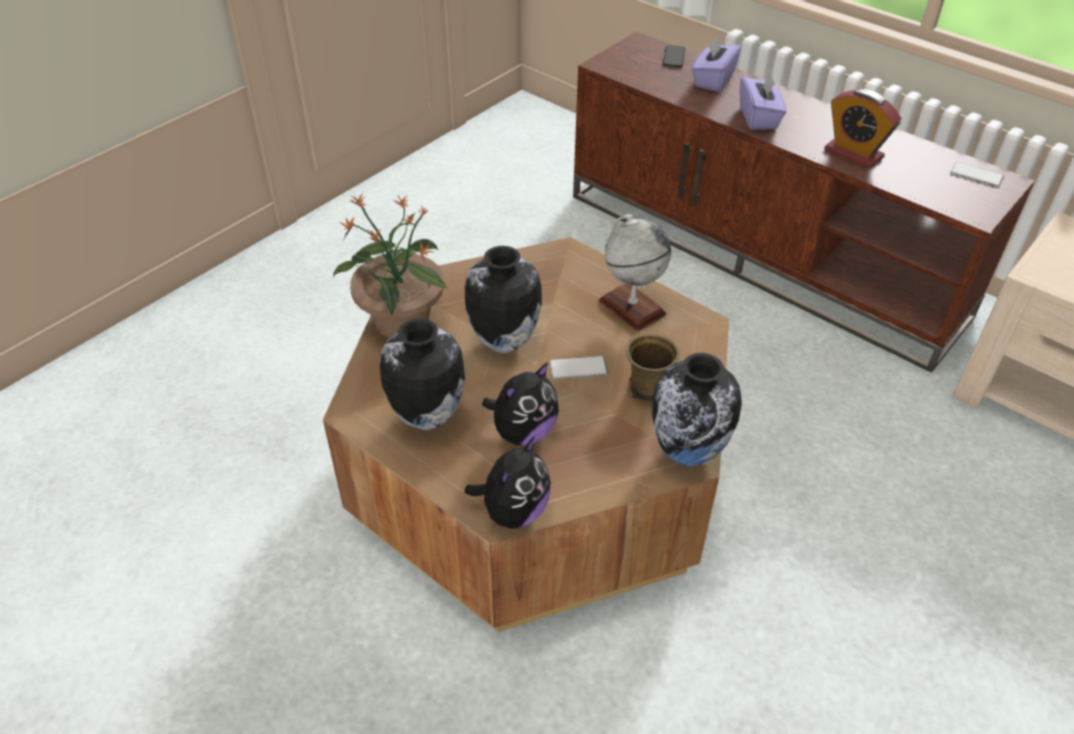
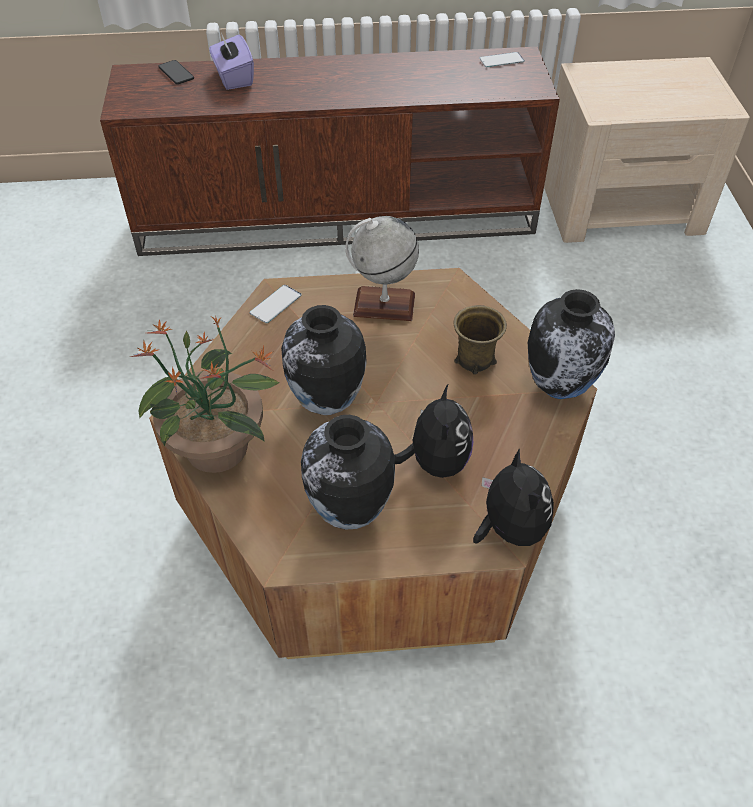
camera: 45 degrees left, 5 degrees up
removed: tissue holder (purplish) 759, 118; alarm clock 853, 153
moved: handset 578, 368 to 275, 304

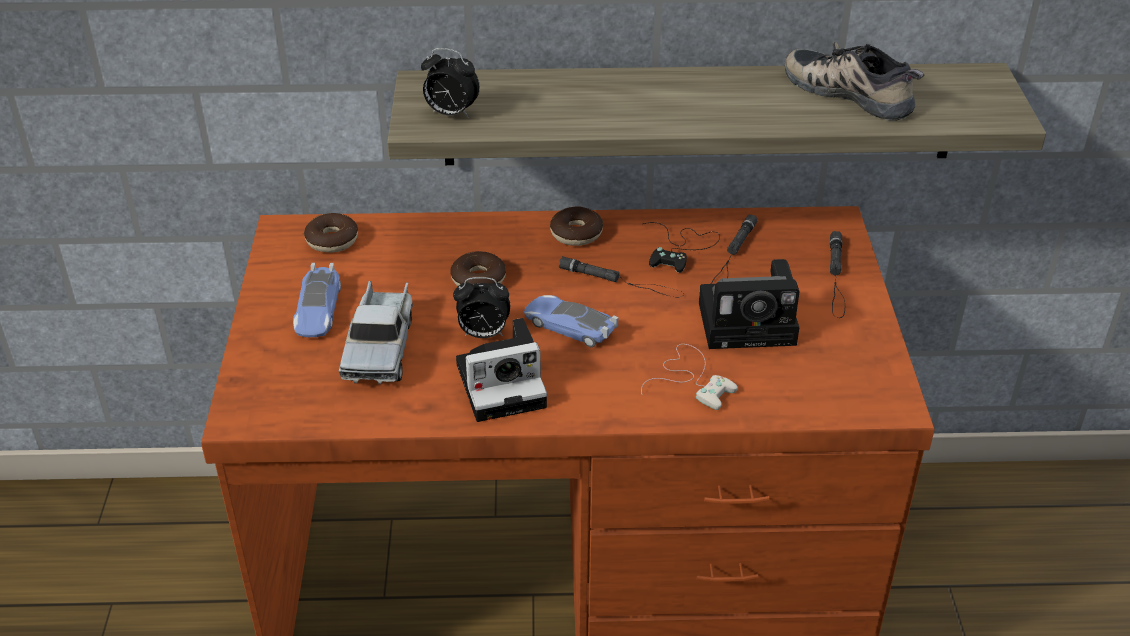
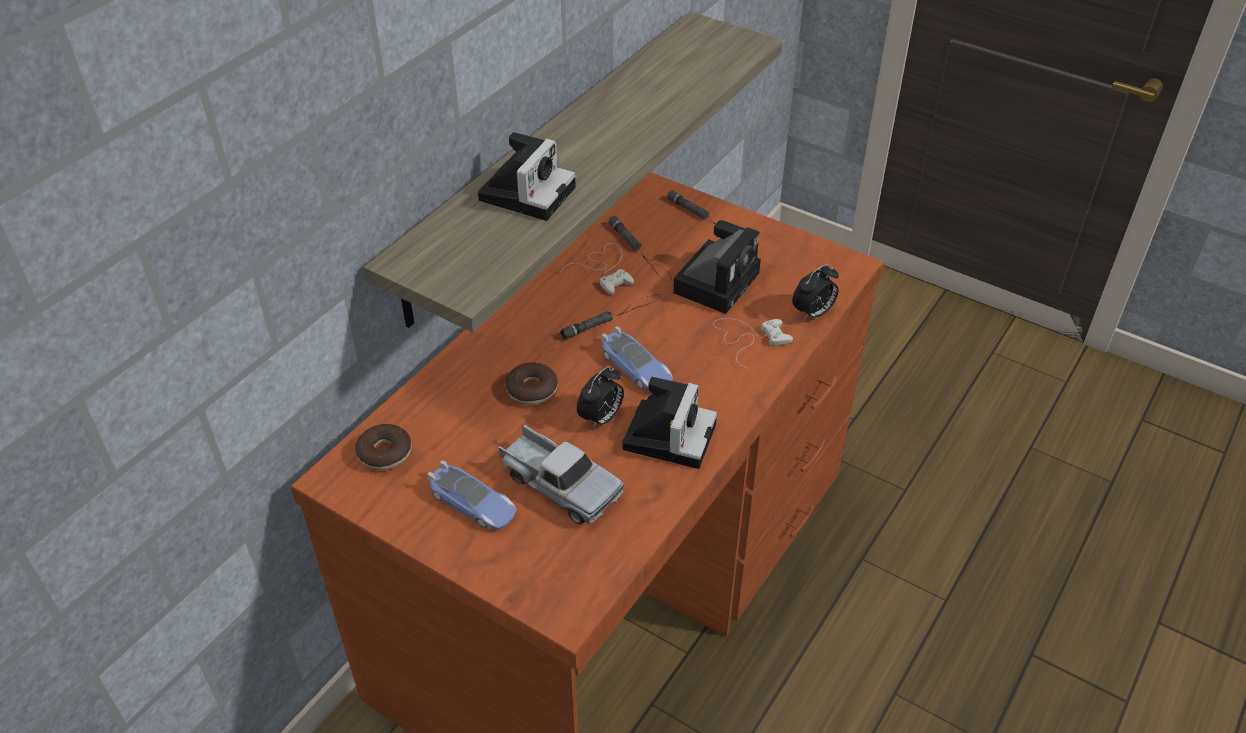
camera: 55 degrees left, 5 degrees up
removed: donut 576, 233; low shoe 851, 92
added: photo camera 527, 191
moved: alarm clock 450, 114 to 813, 313
recoloured: gamepad (black-coloured) 681, 248 to gamepad (whitish) 605, 269
turned: toy car 569, 326 = 636, 368 105 degrees counterclockwise

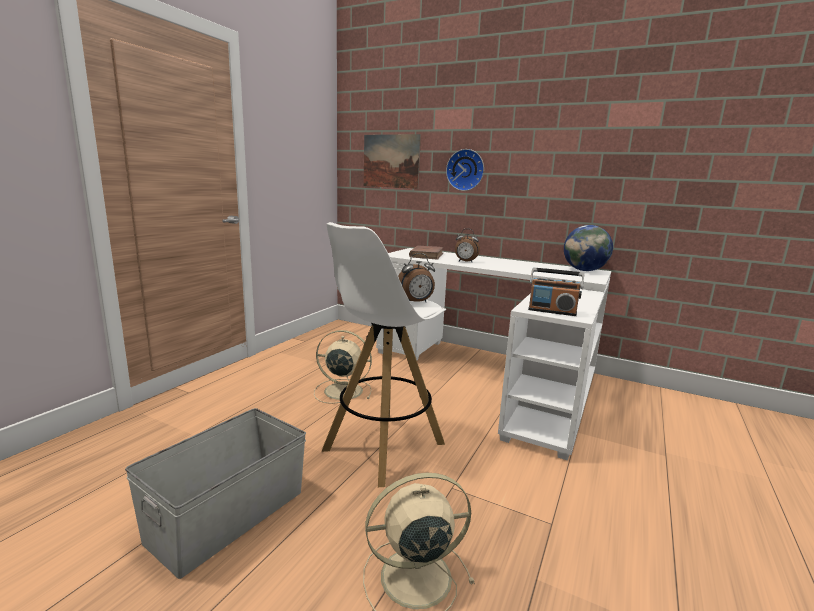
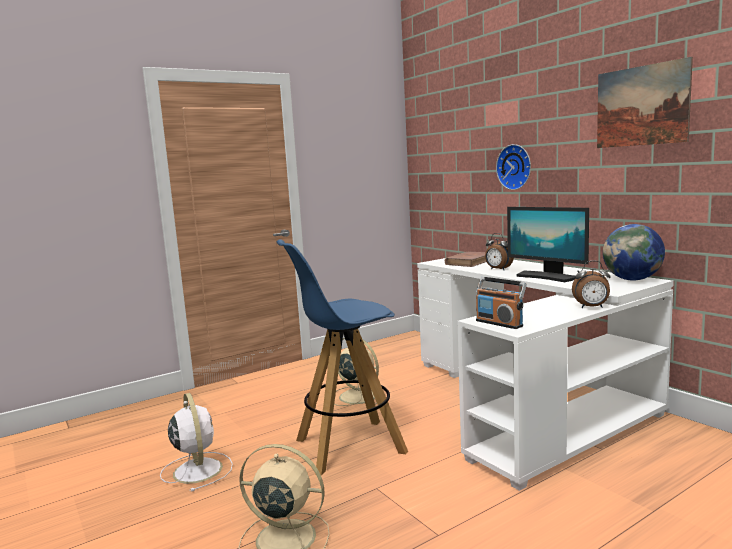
camera: 30 degrees right, 5 degrees down
added: computer screen 547, 277
moved: wall art 391, 161 to 641, 106; alarm clock 416, 302 to 591, 307
replaced: storage bin (gray) 226, 515 to electric fan (whitish) 197, 469
recoloured: stool (whitish) 383, 447 to stool (bluish) 348, 446

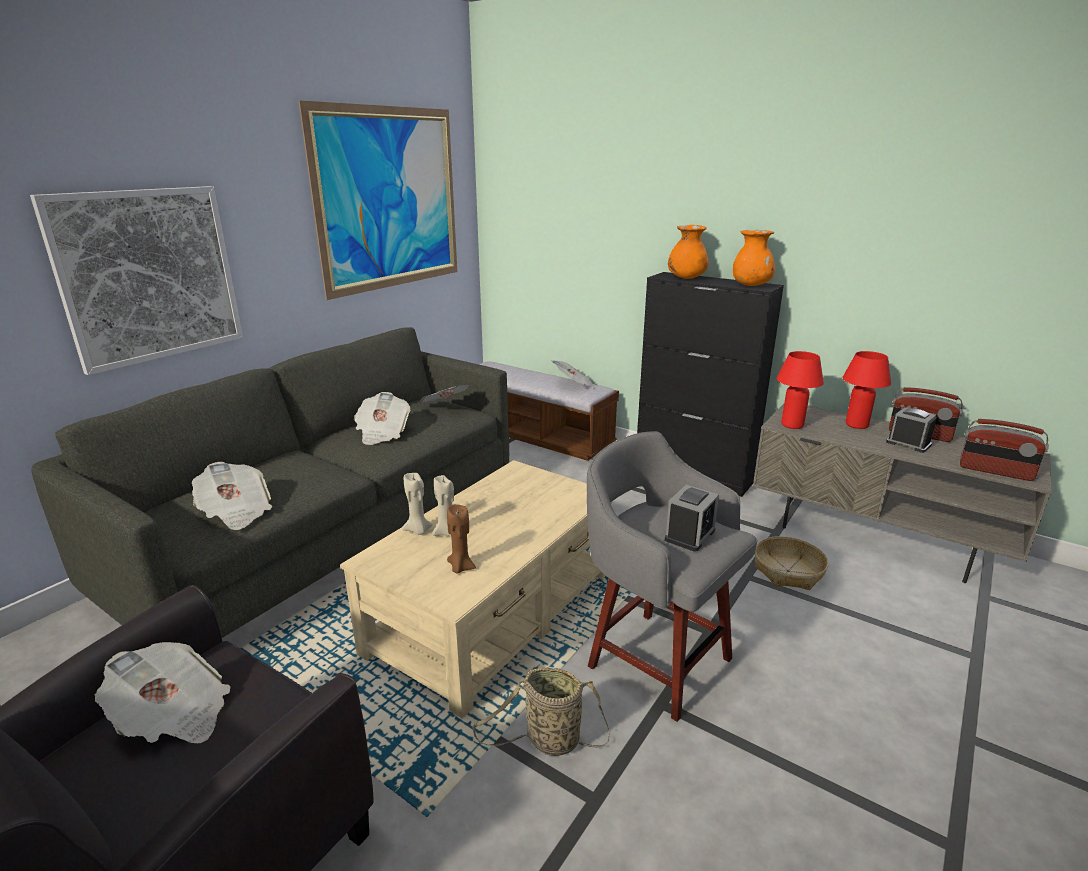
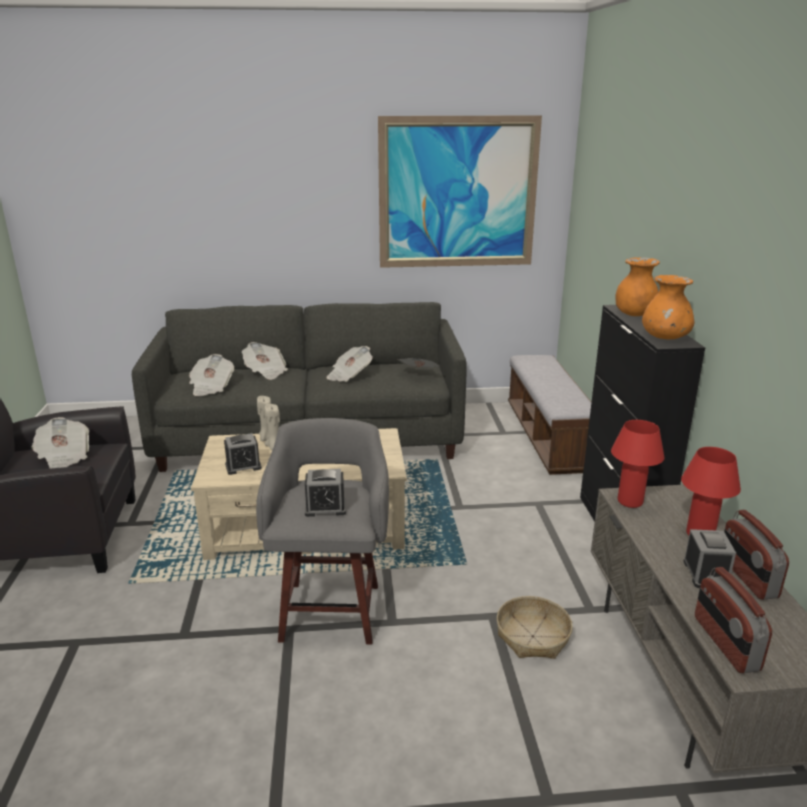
camera: 50 degrees right, 0 degrees up
removed: wall art 149, 276; basket 549, 741
moved: daily paper 574, 385 to 265, 372
replaced: wax light (brownish) 460, 567 to alarm clock 243, 466

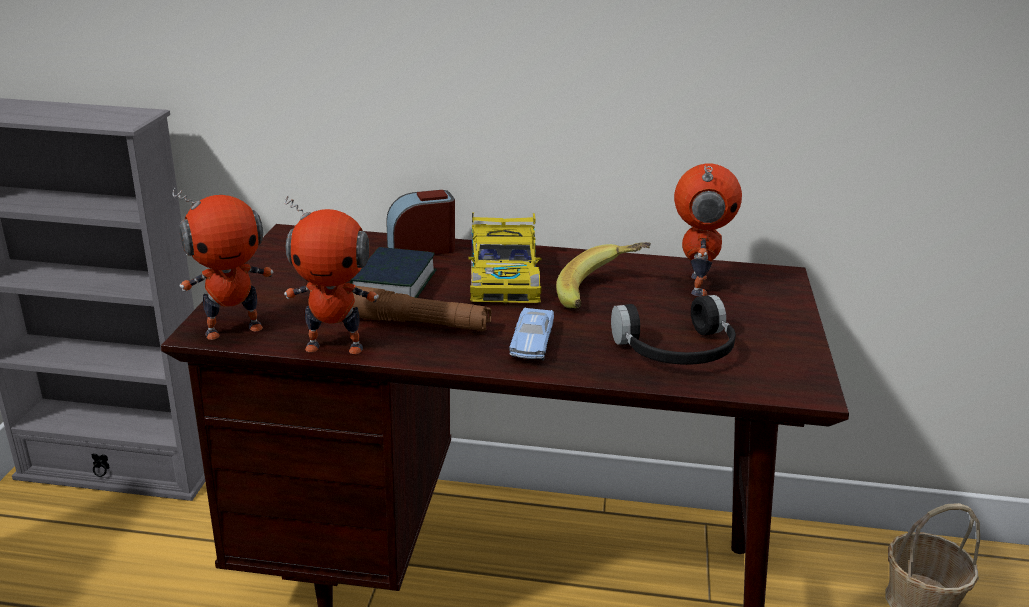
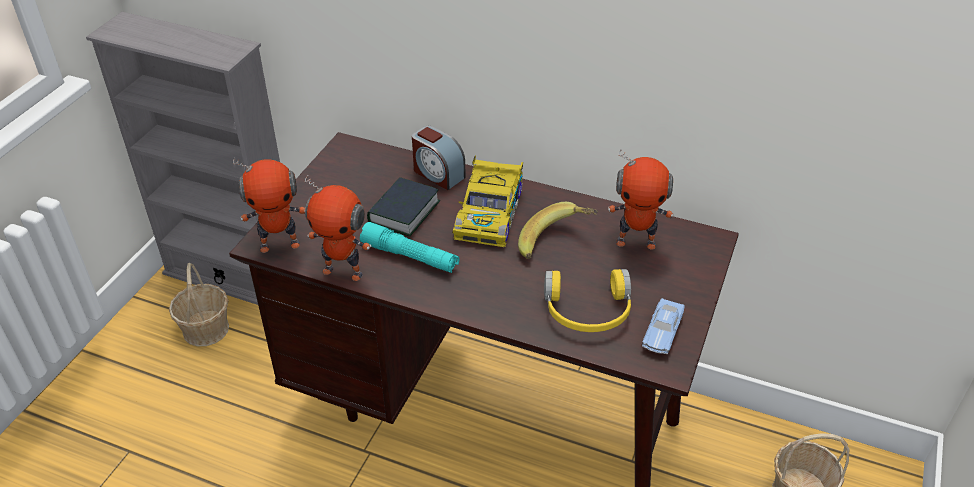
camera: 15 degrees right, 15 degrees up
added: basket 206, 329
moved: toy car (bluish) 532, 343 to 662, 332
recoloured: flashlight (brownish) 420, 324 to flashlight (turquoise-coloured) 410, 256; headphones (black-coloured) 677, 351 to headphones (yellowish) 587, 311
turned: alarm clock 421, 248 = 438, 174 135 degrees counterclockwise; model robot 695, 284 = 636, 242 75 degrees clockwise

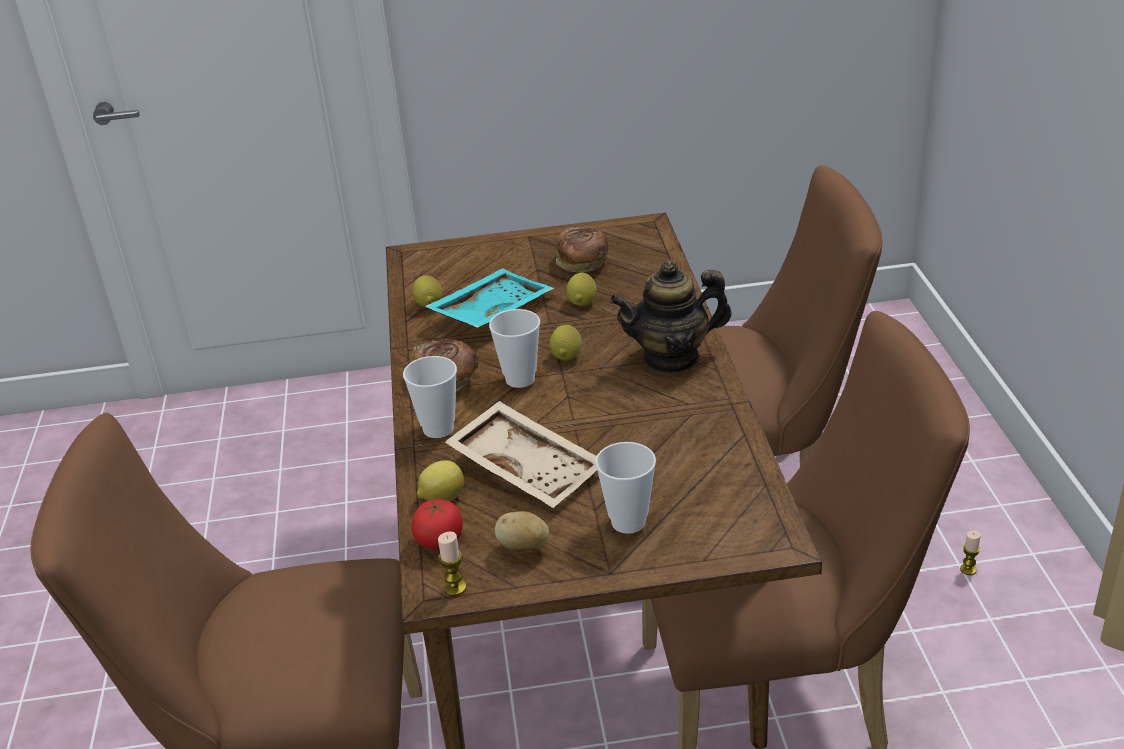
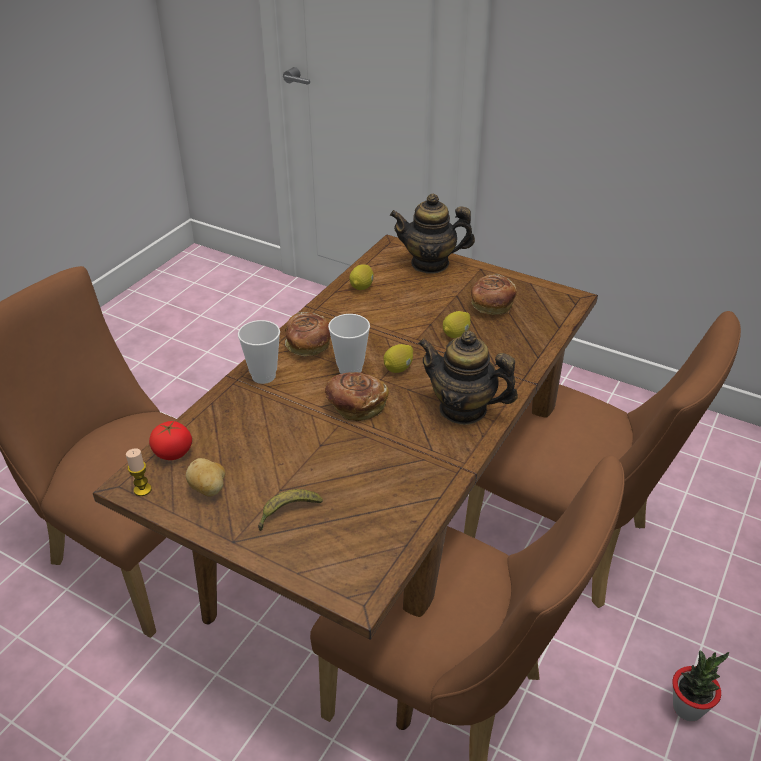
camera: 35 degrees right, 5 degrees up
removed: lemon 442, 498; serving tray (turquoise-coloured) 490, 311; serving tray (beige-coloured) 528, 467
added: bakery bread 355, 406; teapot 430, 263
replaced: cup 628, 522 to banana 287, 512; wax light 968, 569 to potted plant 687, 708

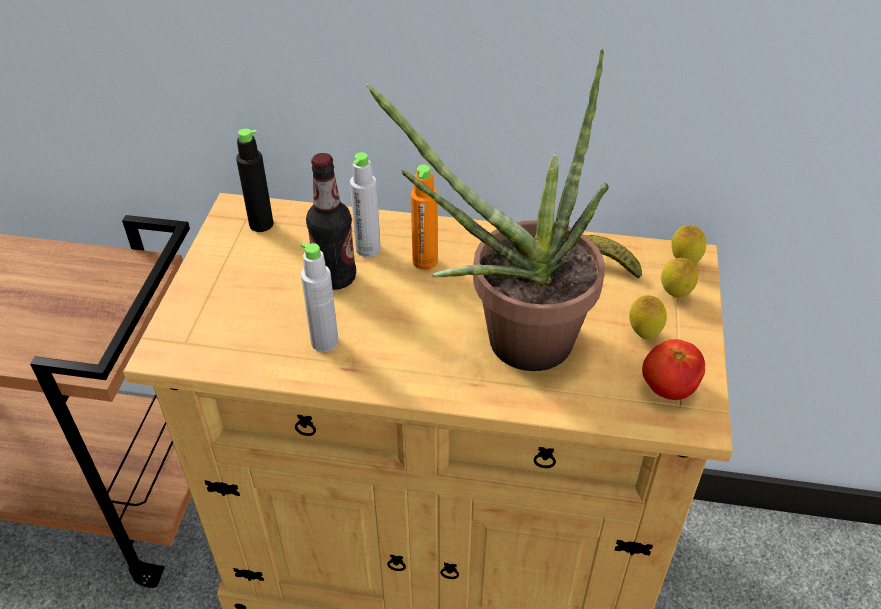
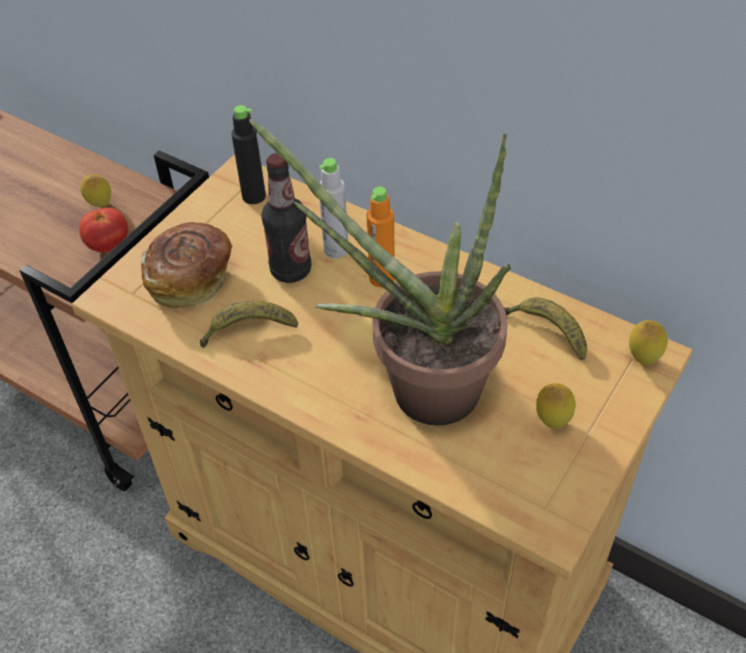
camera: 25 degrees right, 5 degrees up
added: bakery bread 191, 279
moved: tomato 668, 388 to 109, 245; lemon 674, 295 to 100, 205
replaced: bottle (gray) 324, 342 to banana 248, 330

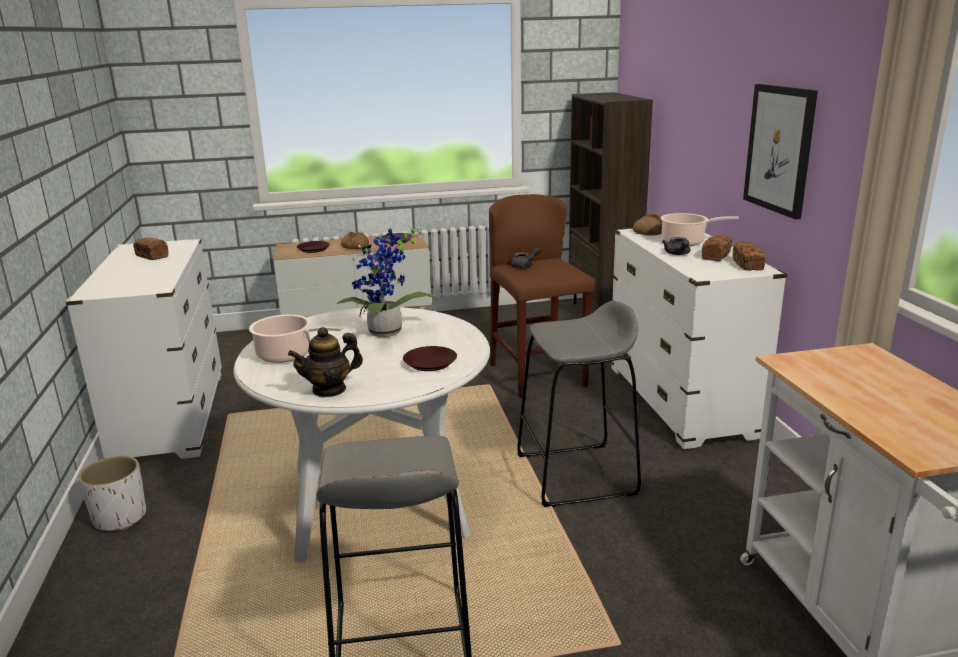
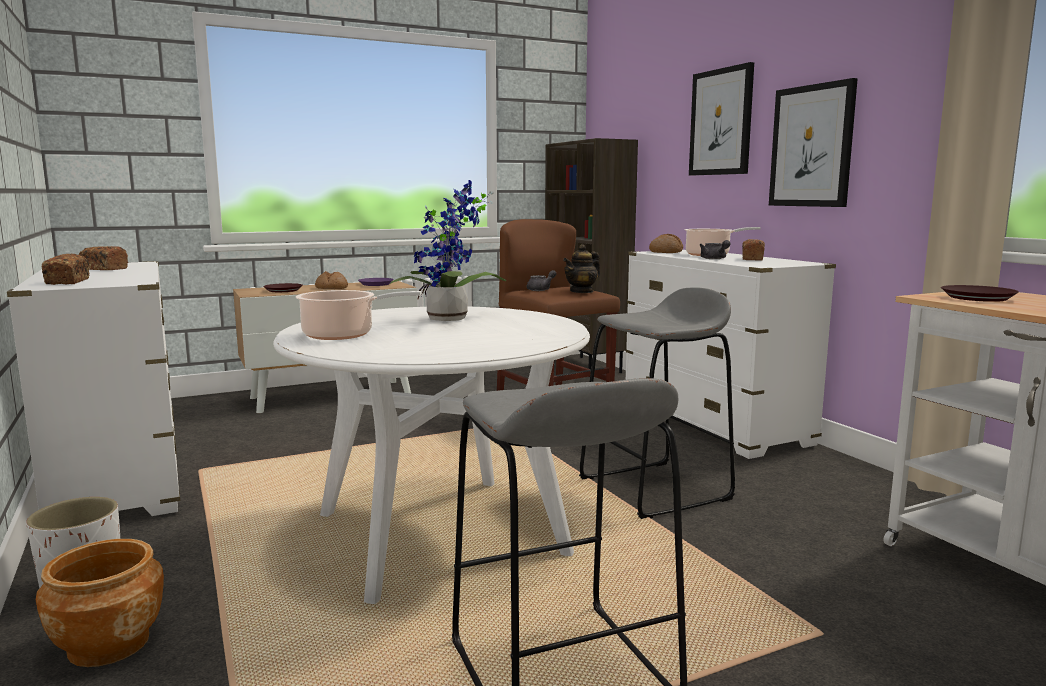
camera: 15 degrees left, 10 degrees down
added: flower pot (brownish) 108, 644; wall art 721, 122
moved: teapot 329, 389 to 582, 291; flat dish (brownish) 431, 363 to 978, 298; bakery bread 747, 265 to 68, 282

